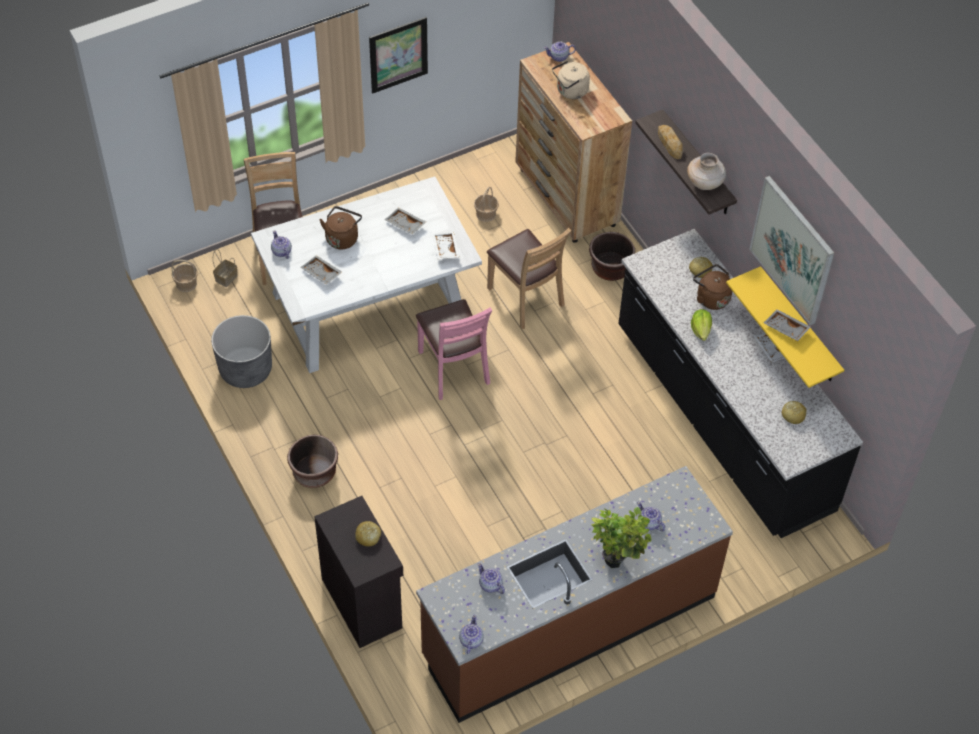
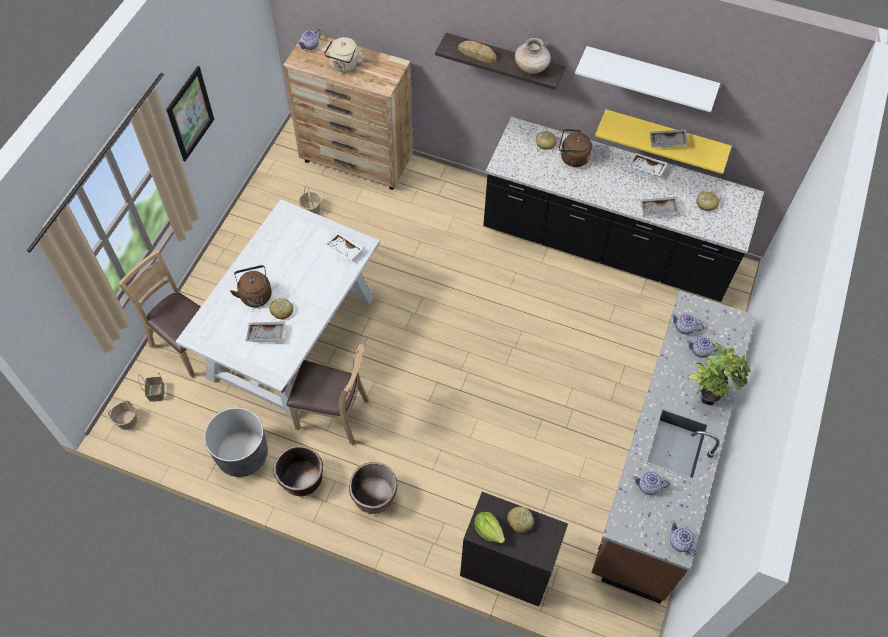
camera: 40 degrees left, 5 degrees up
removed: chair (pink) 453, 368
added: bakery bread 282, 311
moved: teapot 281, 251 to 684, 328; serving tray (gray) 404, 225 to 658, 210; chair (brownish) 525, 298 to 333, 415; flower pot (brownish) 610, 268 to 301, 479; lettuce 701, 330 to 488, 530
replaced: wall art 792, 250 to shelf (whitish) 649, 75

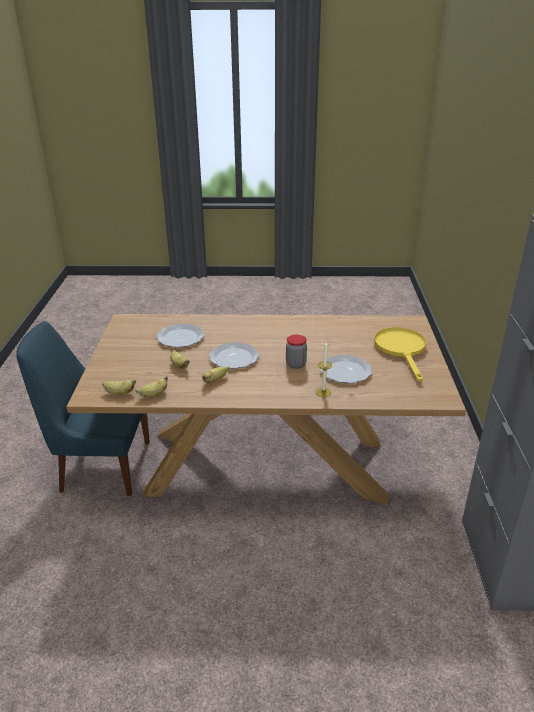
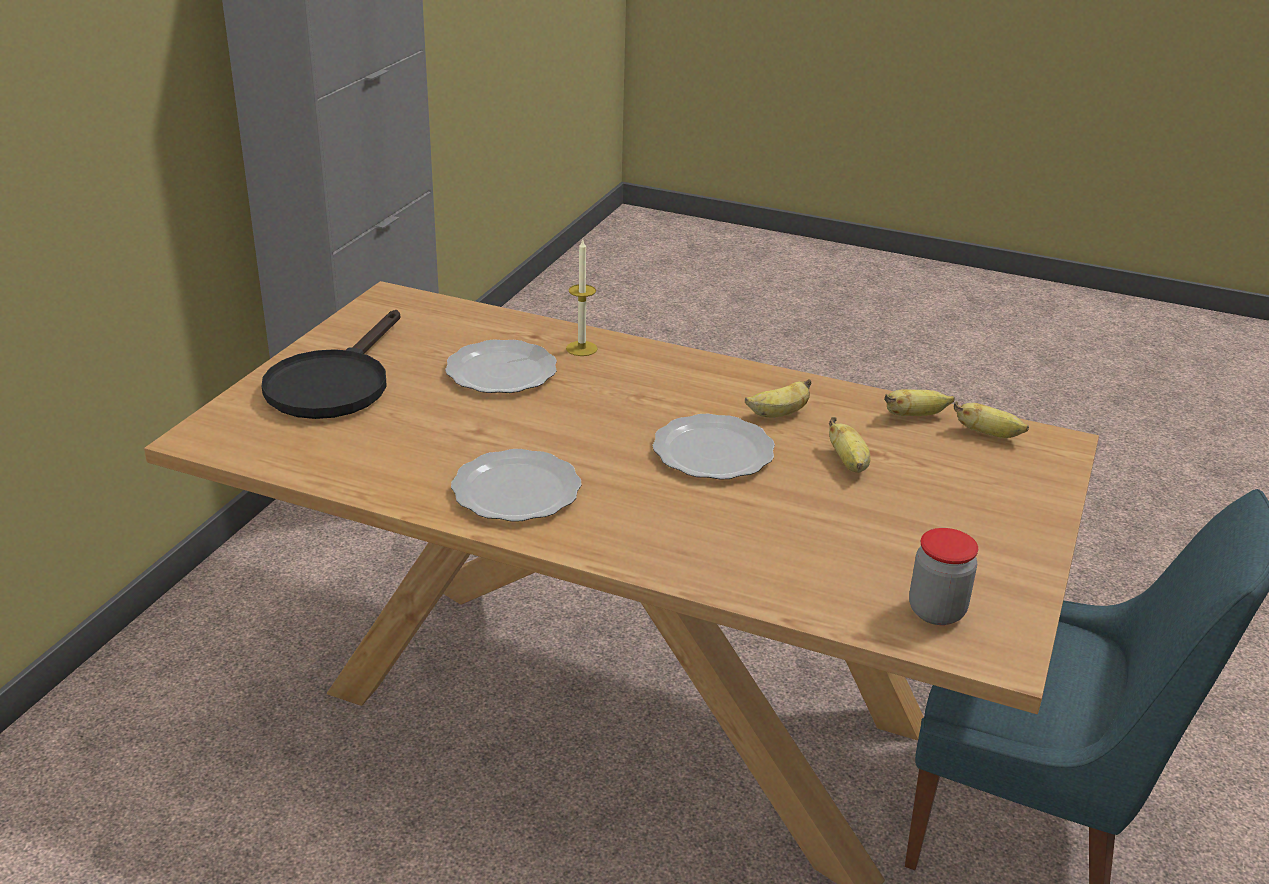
camera: 160 degrees left, 0 degrees up
moved: flat dish 181, 338 to 515, 489; storage jar 296, 364 to 936, 611
recoloured: pan (yellowish) 402, 350 to pan (black-coloured) 334, 383

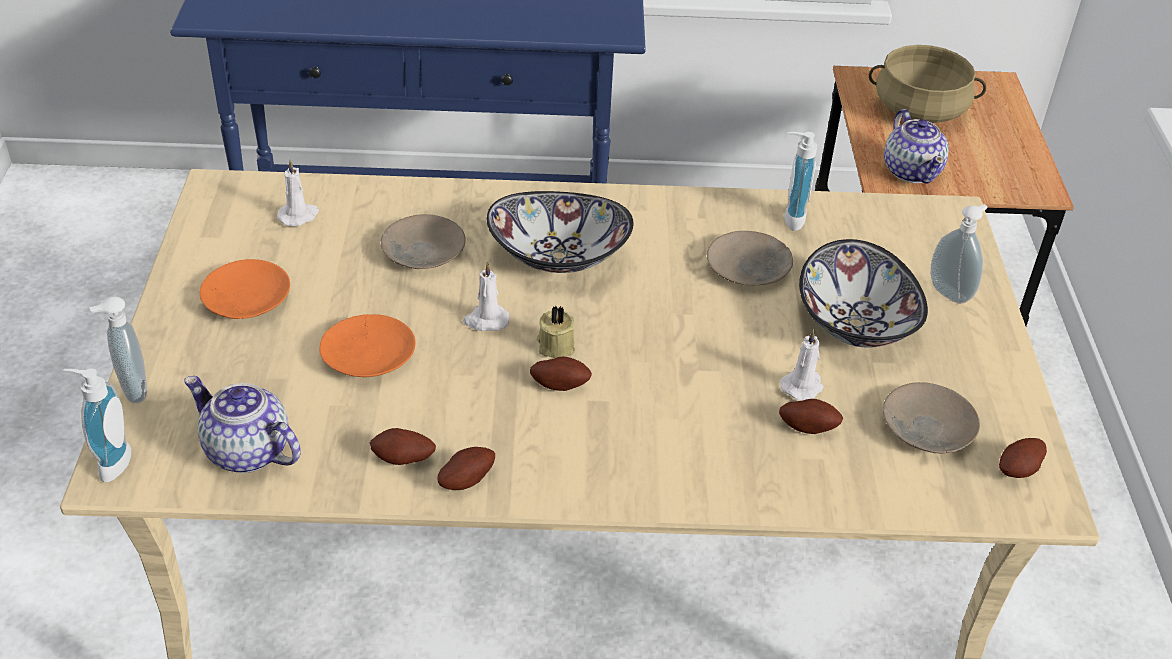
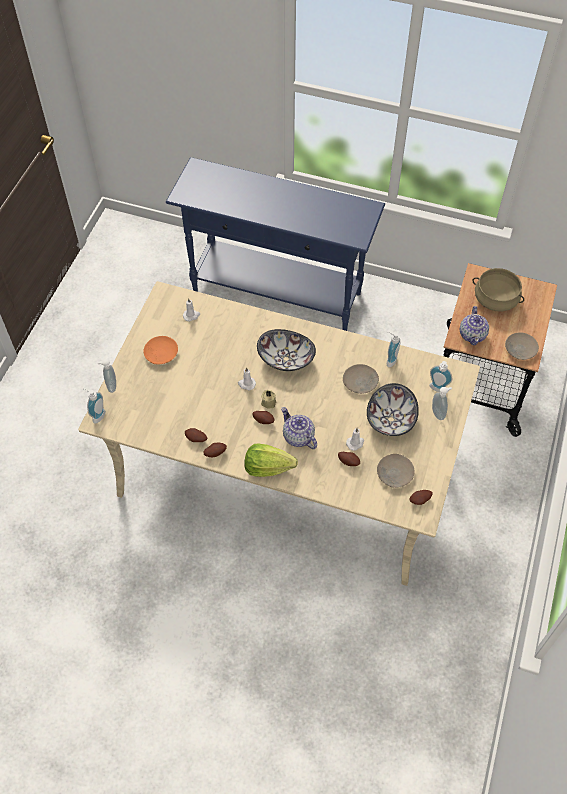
camera: 20 degrees right, 15 degrees up
removed: flat dish (orange-coloured) 367, 355
added: lettuce 268, 467; soap bottle 437, 389
moved: teapot 246, 451 to 298, 437; flat dish (beige-coloured) 423, 251 to 520, 349

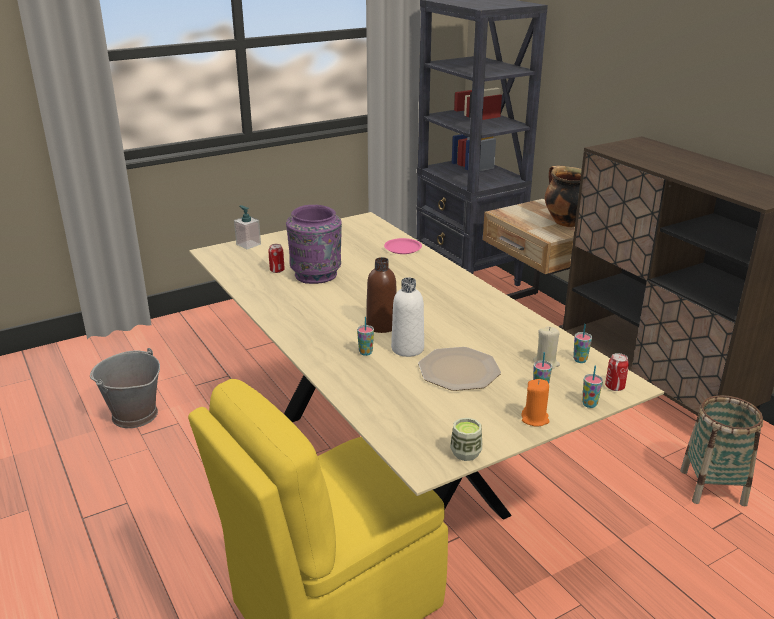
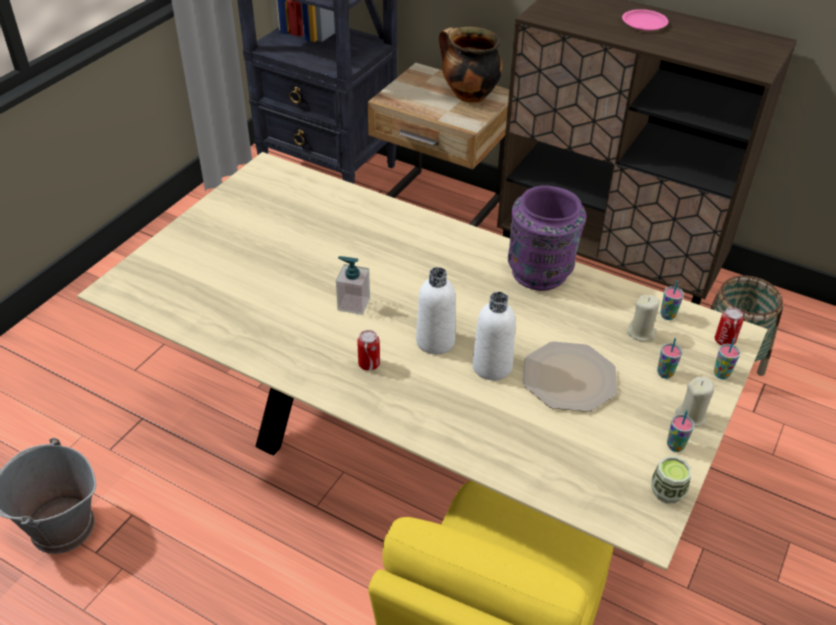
camera: 30 degrees left, 15 degrees up
moved: soap bottle 248, 244 to 353, 304; metal can 277, 270 to 369, 364; vase (purplish) 316, 275 to 540, 273; cup 365, 352 to 675, 446; flat dish (pink) 403, 249 to 644, 23
recoloured: bottle (brownish) 381, 326 to bottle (whitish) 435, 341; wax light (orange-coloured) 535, 419 to wax light (beige-coloured) 691, 416

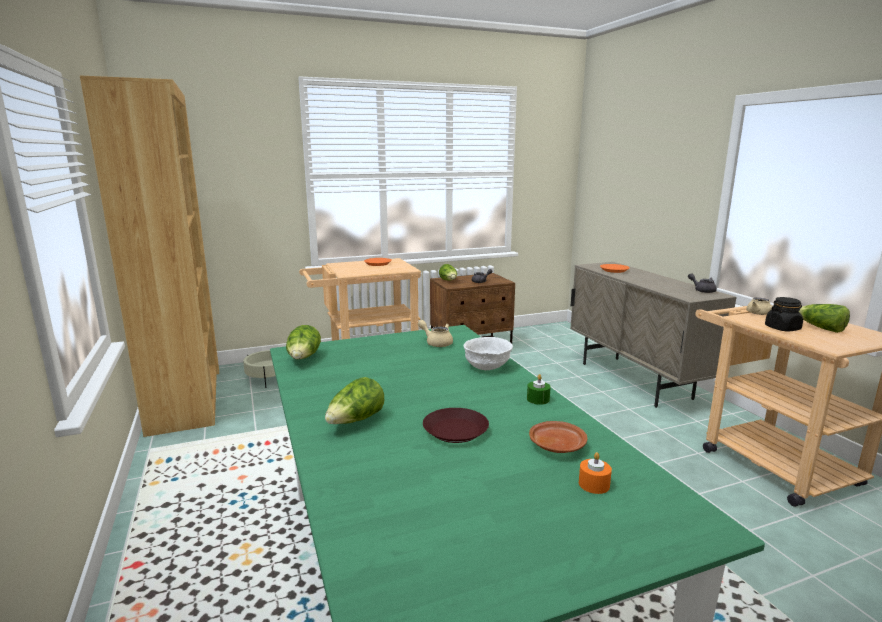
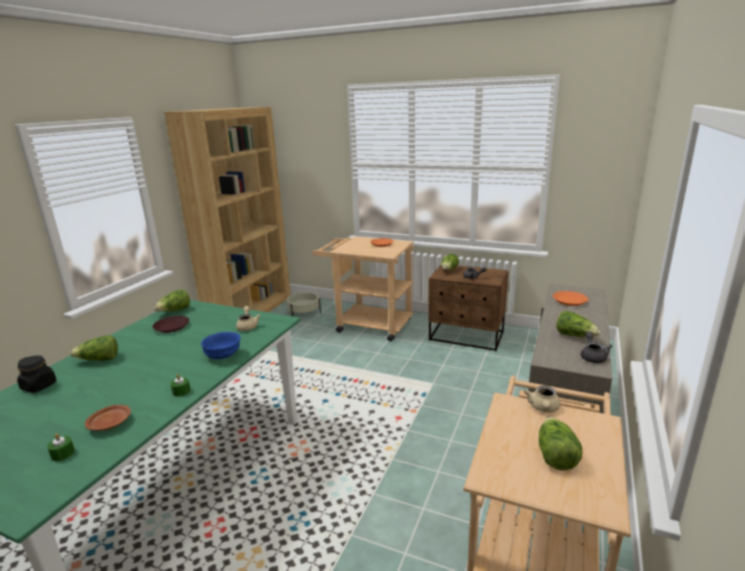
camera: 45 degrees right, 5 degrees up
added: lettuce 575, 336
moved: flat dish (brownish) 455, 430 to 172, 327; storage jar (black-coloured) 782, 328 to 39, 386
recoloured: deep dish (whitish) 487, 366 to deep dish (bluish) 223, 356; wax light (orange-coloured) 594, 484 to wax light (greenish) 63, 453

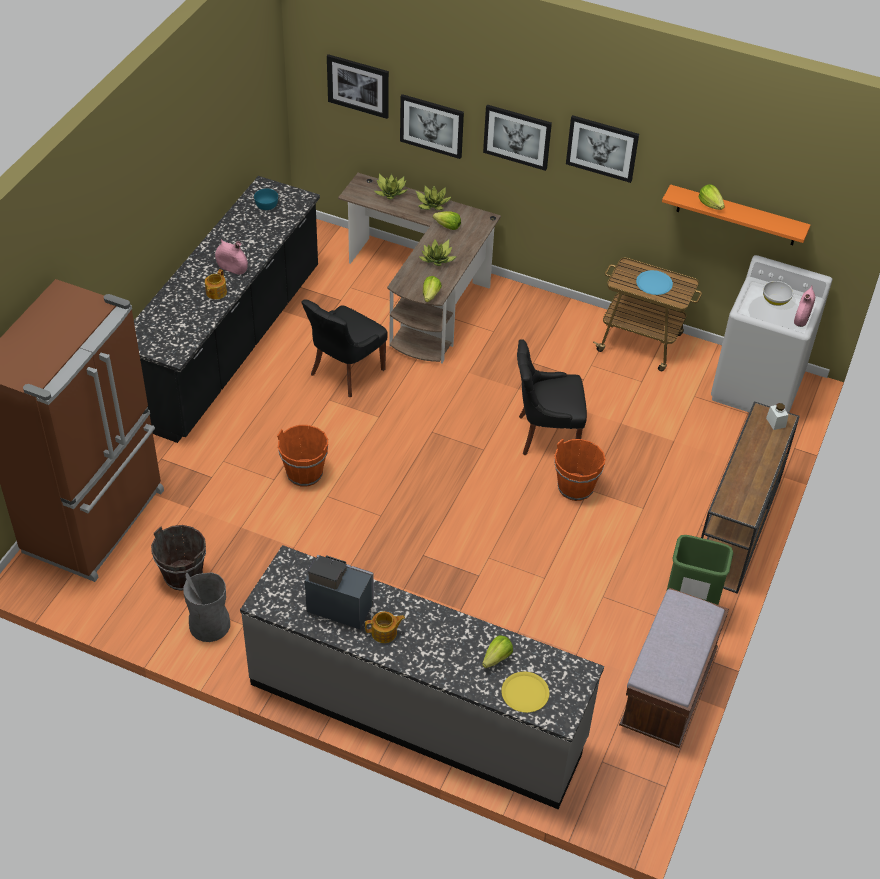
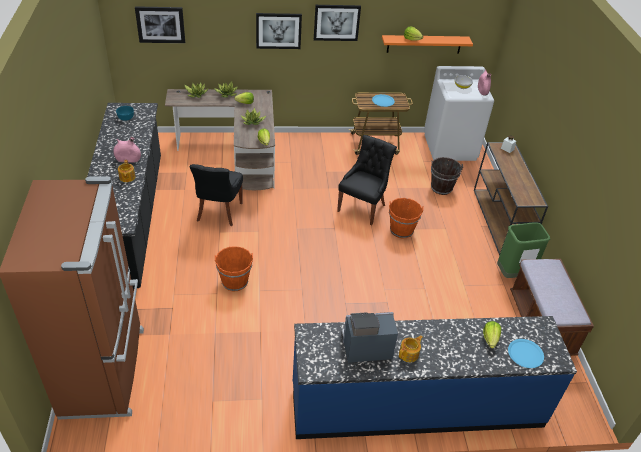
camera: 30 degrees left, 5 degrees down
removed: waste bin (gray) 209, 625; wall art 432, 125
moved: pail (brownish) 183, 575 to 441, 188
recoloured: counter (gray) 417, 712 to counter (bluish) 416, 405; flat dish (yellowish) 525, 692 to flat dish (bluish) 525, 354
turned: chair (black-coloured) 546, 435 = 363, 207 150 degrees clockwise

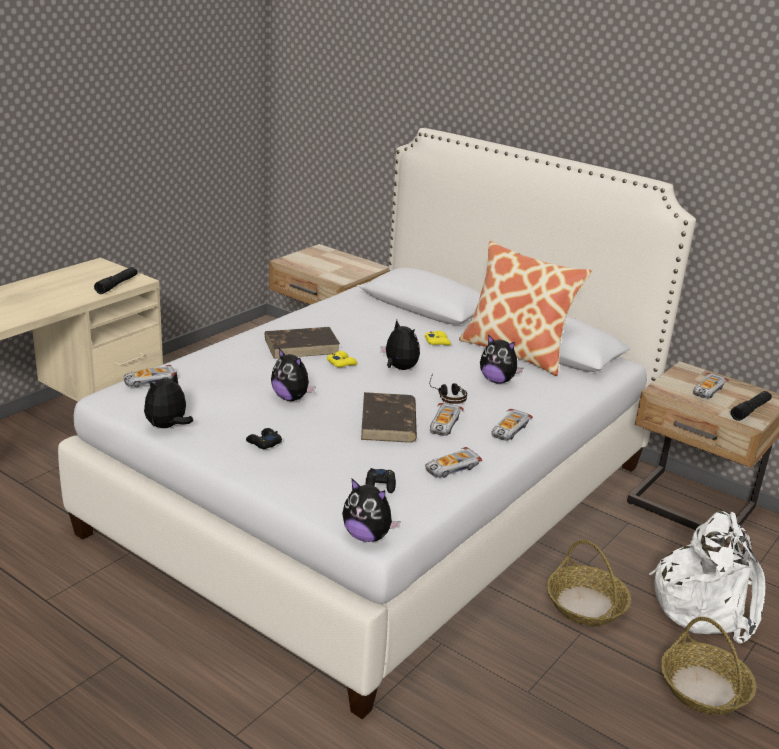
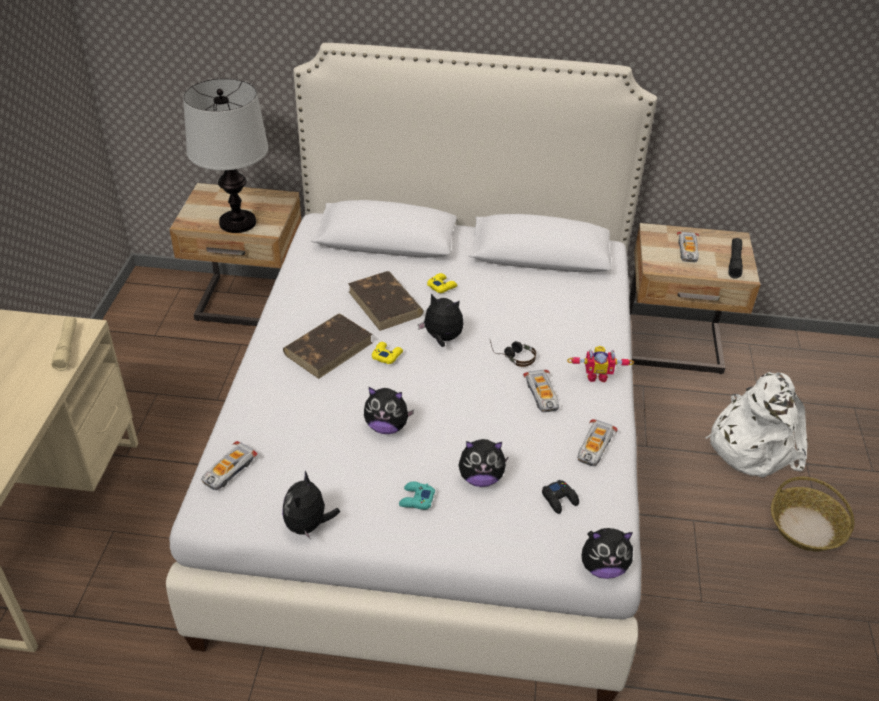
camera: 30 degrees left, 15 degrees up
removed: cushion 516, 352; basket 586, 605
added: table lamp 238, 223
moved: bound book (brownish) 388, 422 to 385, 304; cuddly toy 497, 380 to 480, 478
replaced: toy car 509, 430 to model robot 596, 375
recoloured: flashlight (black-coloured) 117, 285 to flashlight (beige-coloured) 67, 348; gamepad (black-coloured) 263, 442 to gamepad (turquoise-coloured) 416, 499

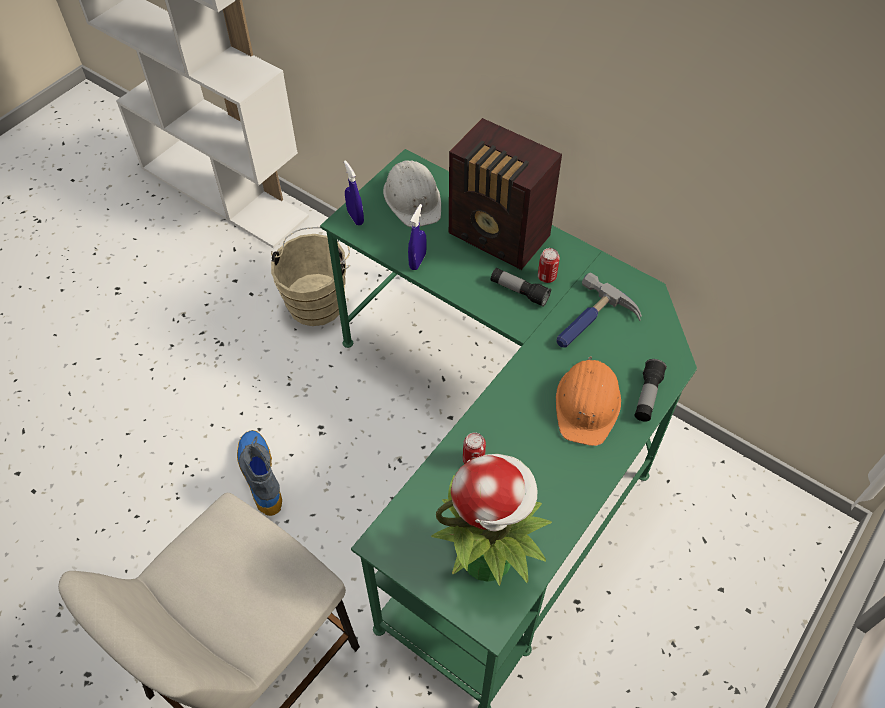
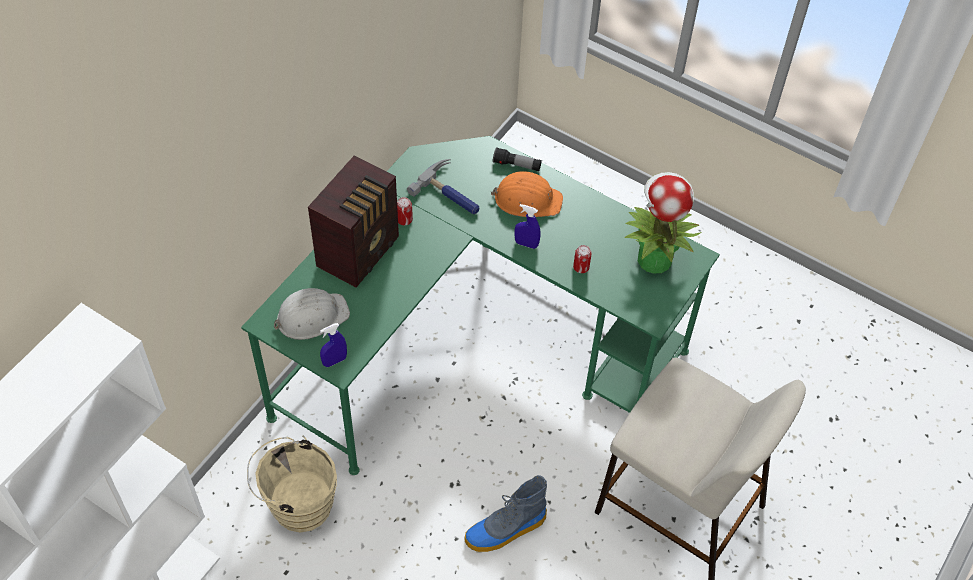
camera: 95 degrees left, 0 degrees up
removed: flashlight 519, 292
moved: hand sprayer (bluish) 417, 261 to 526, 244

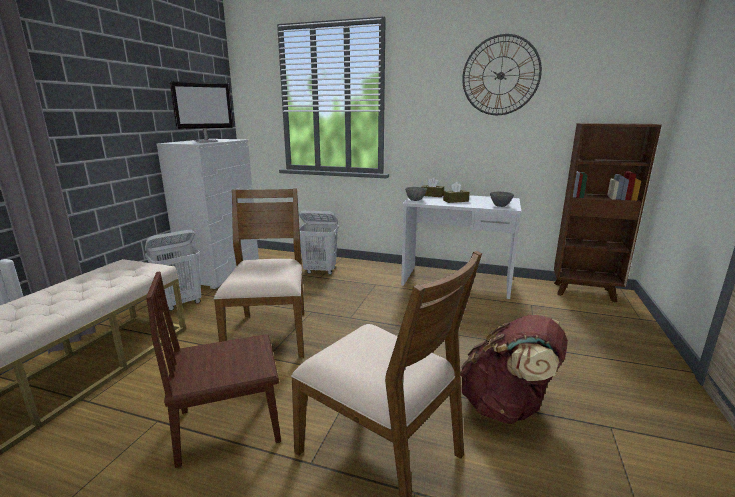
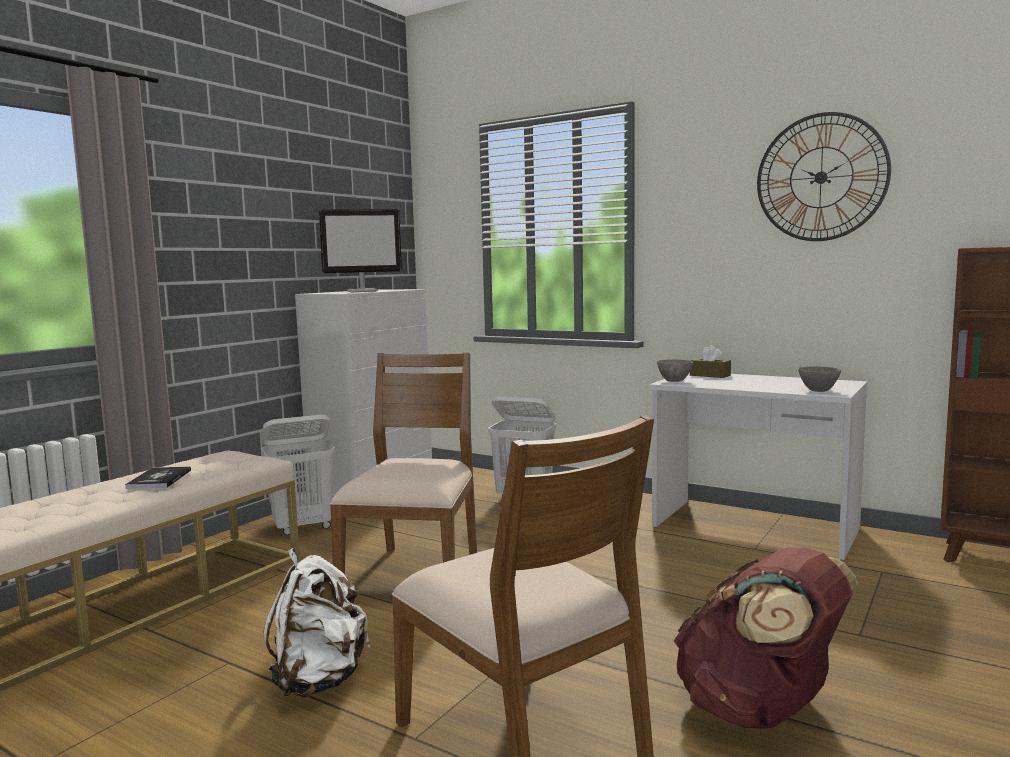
camera: 15 degrees right, 10 degrees down
removed: tissue holder (brownish) 455, 201
added: bound book 159, 479
replaced: chair (brownish) 229, 425 to knapsack (whitish) 319, 680

